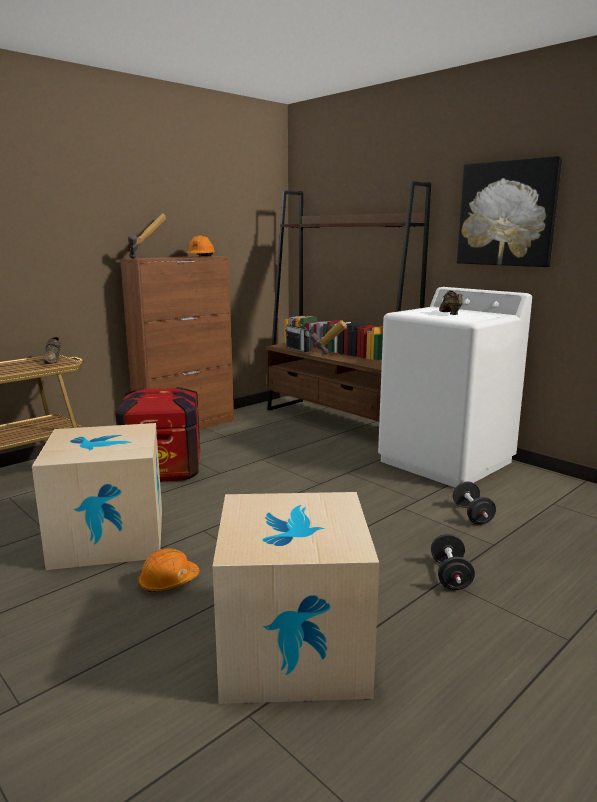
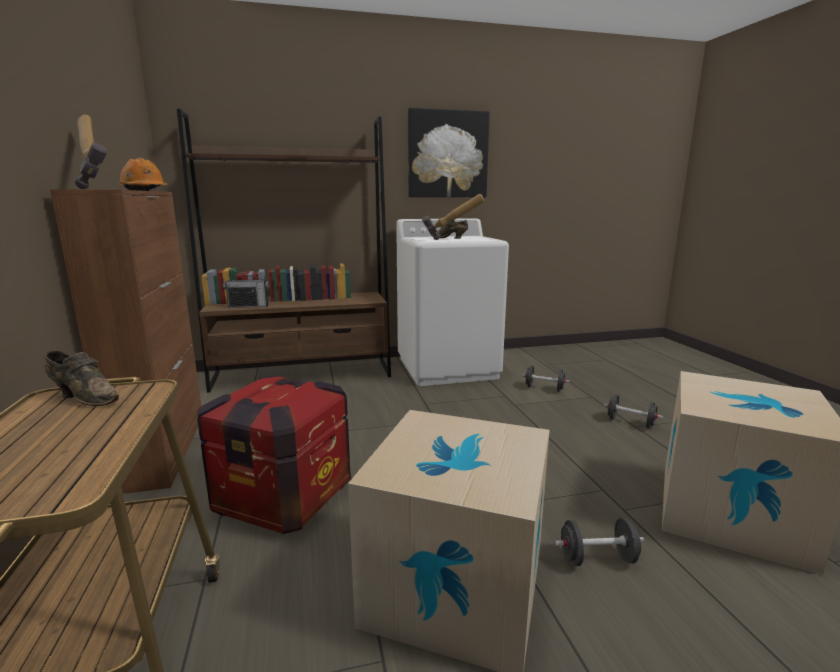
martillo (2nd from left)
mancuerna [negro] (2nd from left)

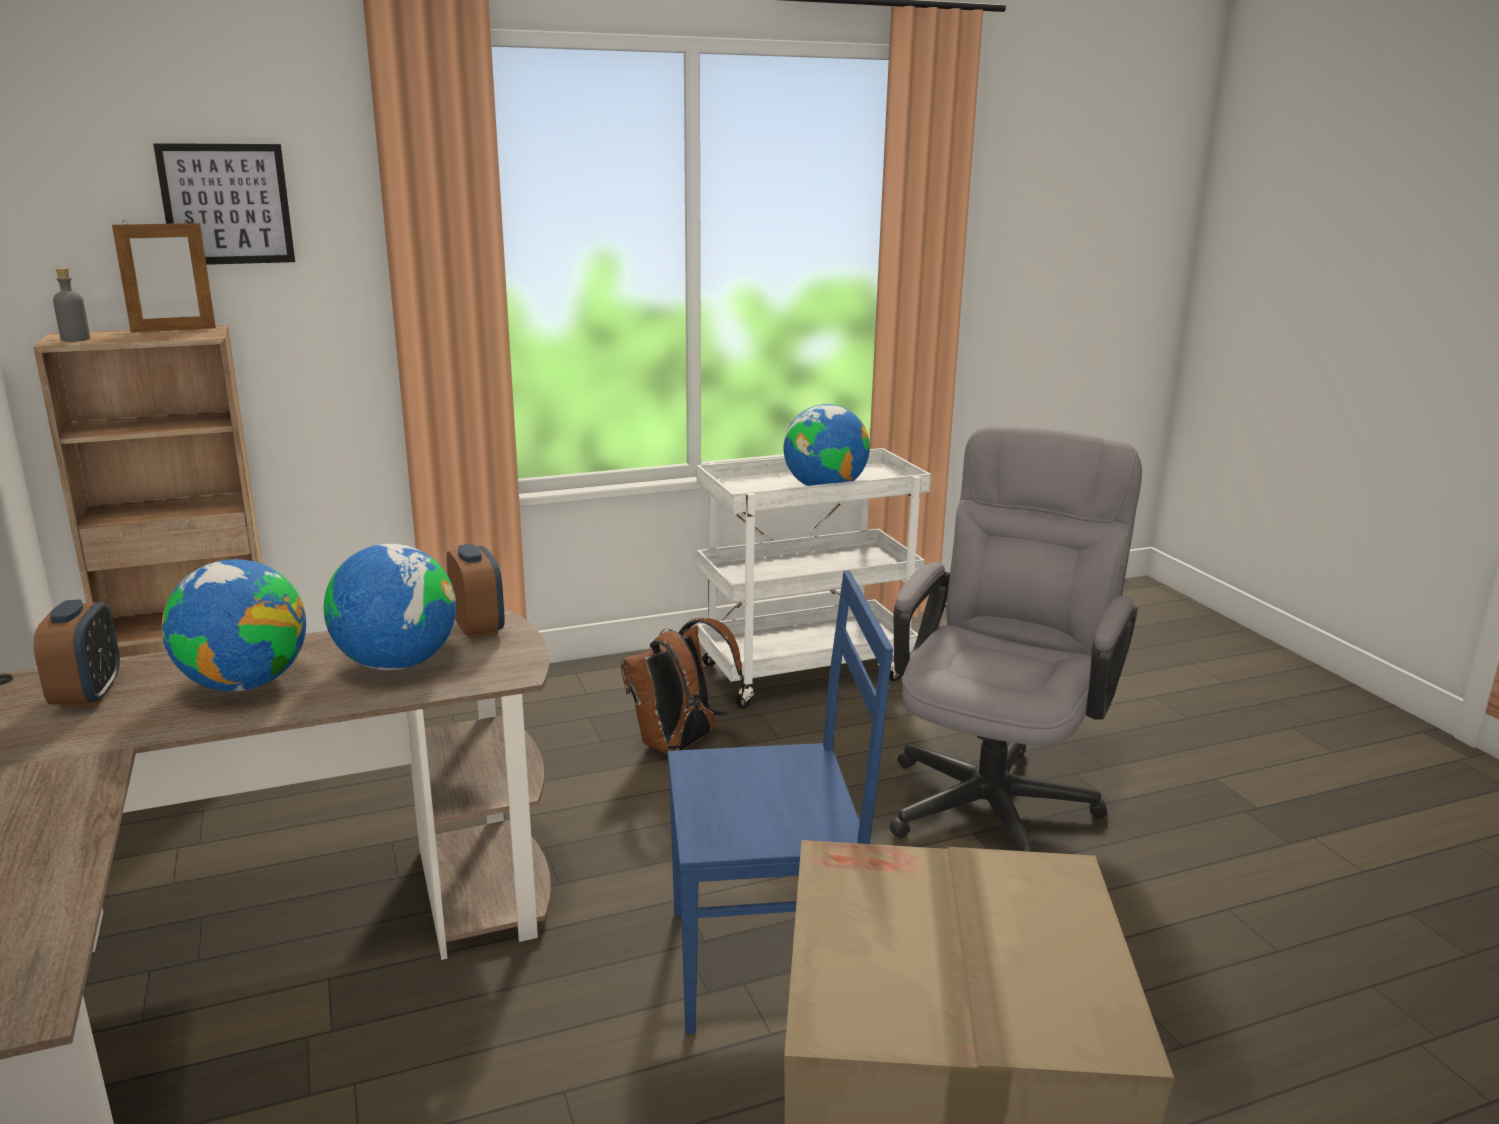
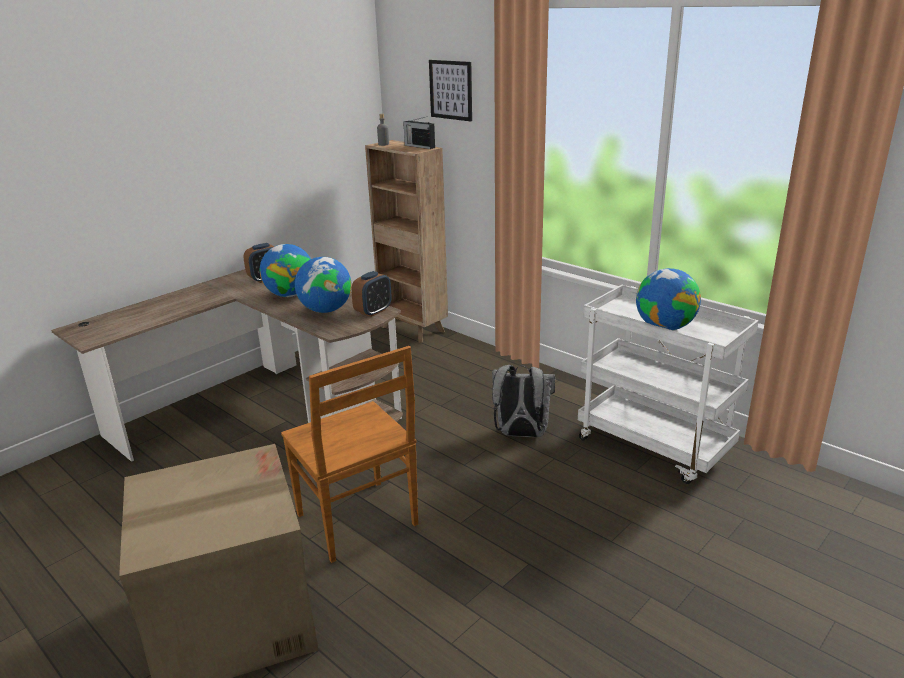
silla [marrón]
radio
mochila [gris]
silla de oficina [gris]

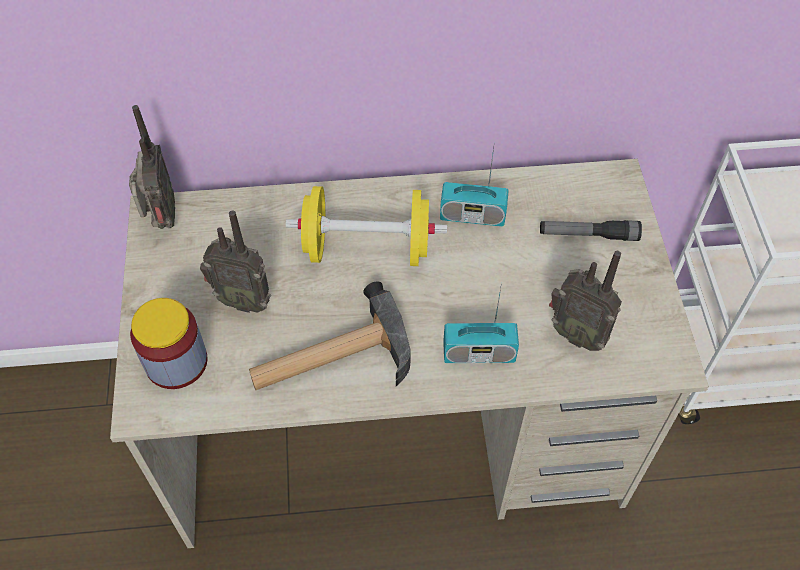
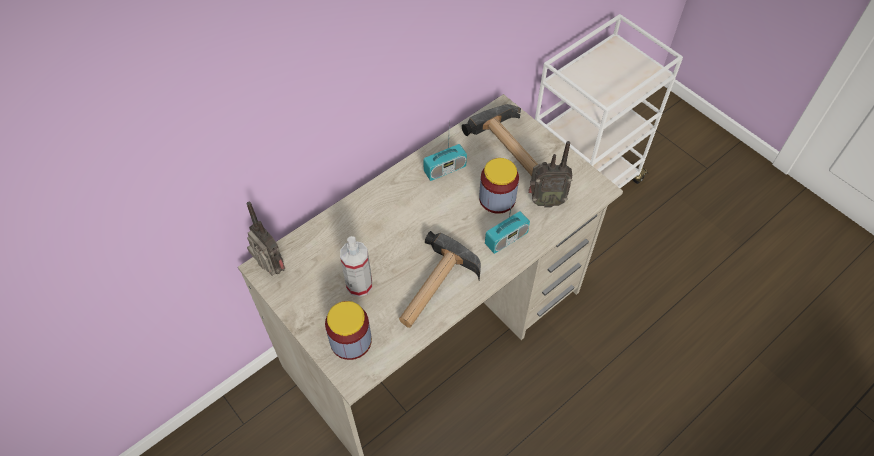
pulverizador
martillo (2nd from left)
tarro (2nd from left)
mancuerna [amarillo]

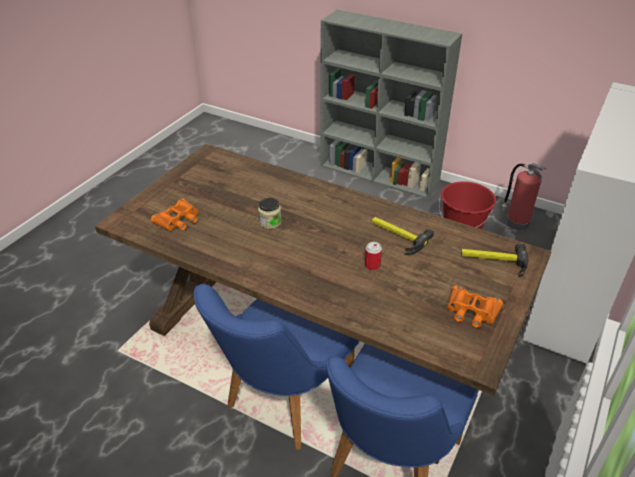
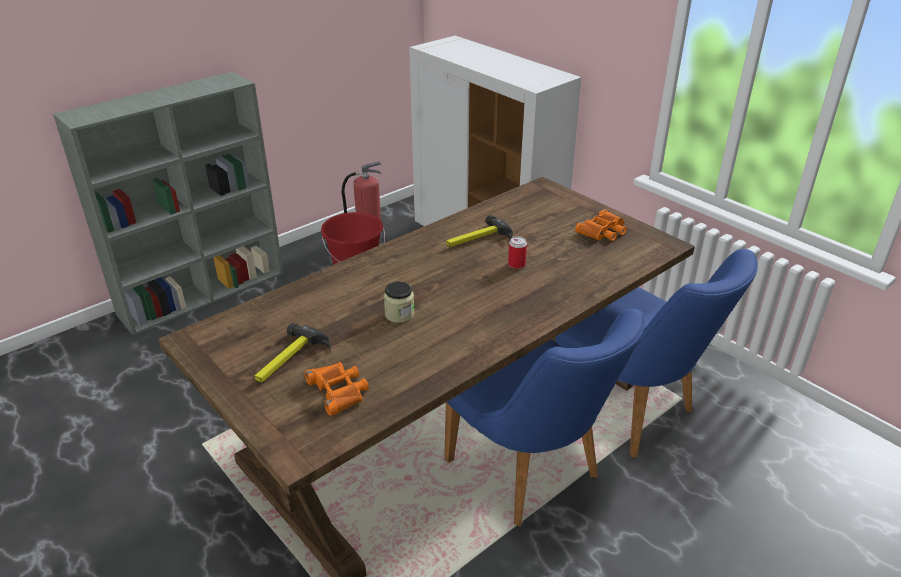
martillo (1st from left)

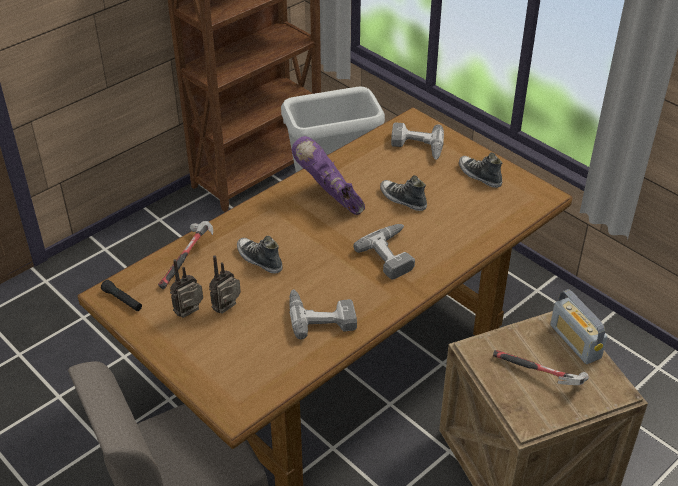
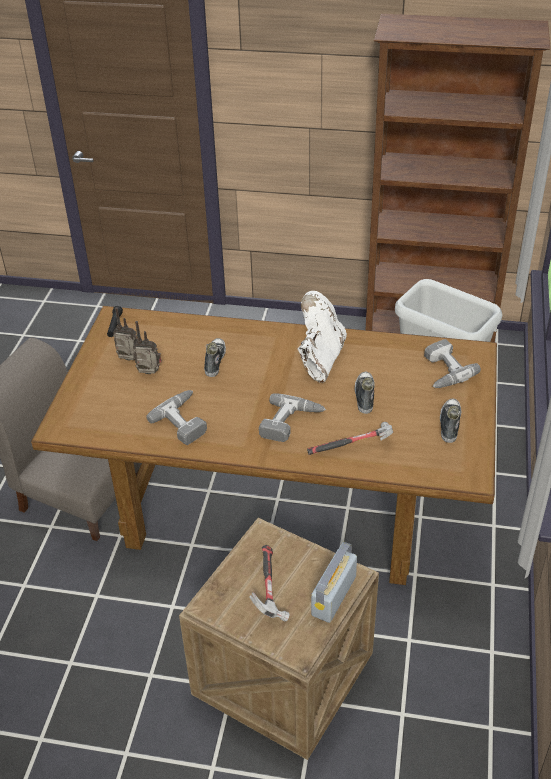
bota [blanco]
martillo (2nd from left)

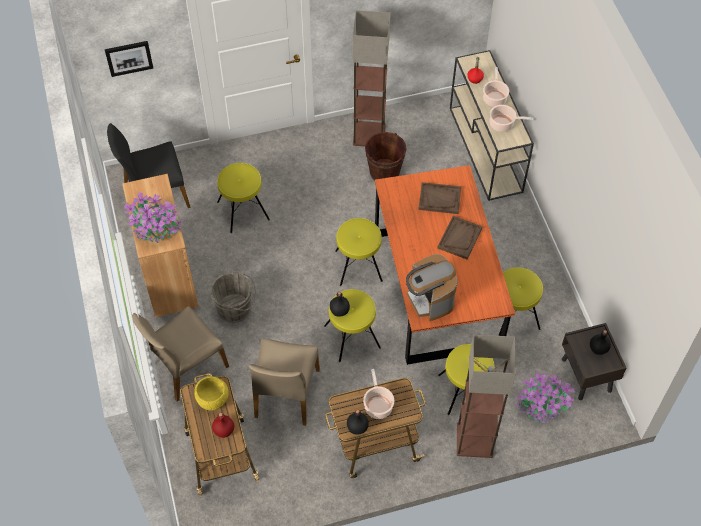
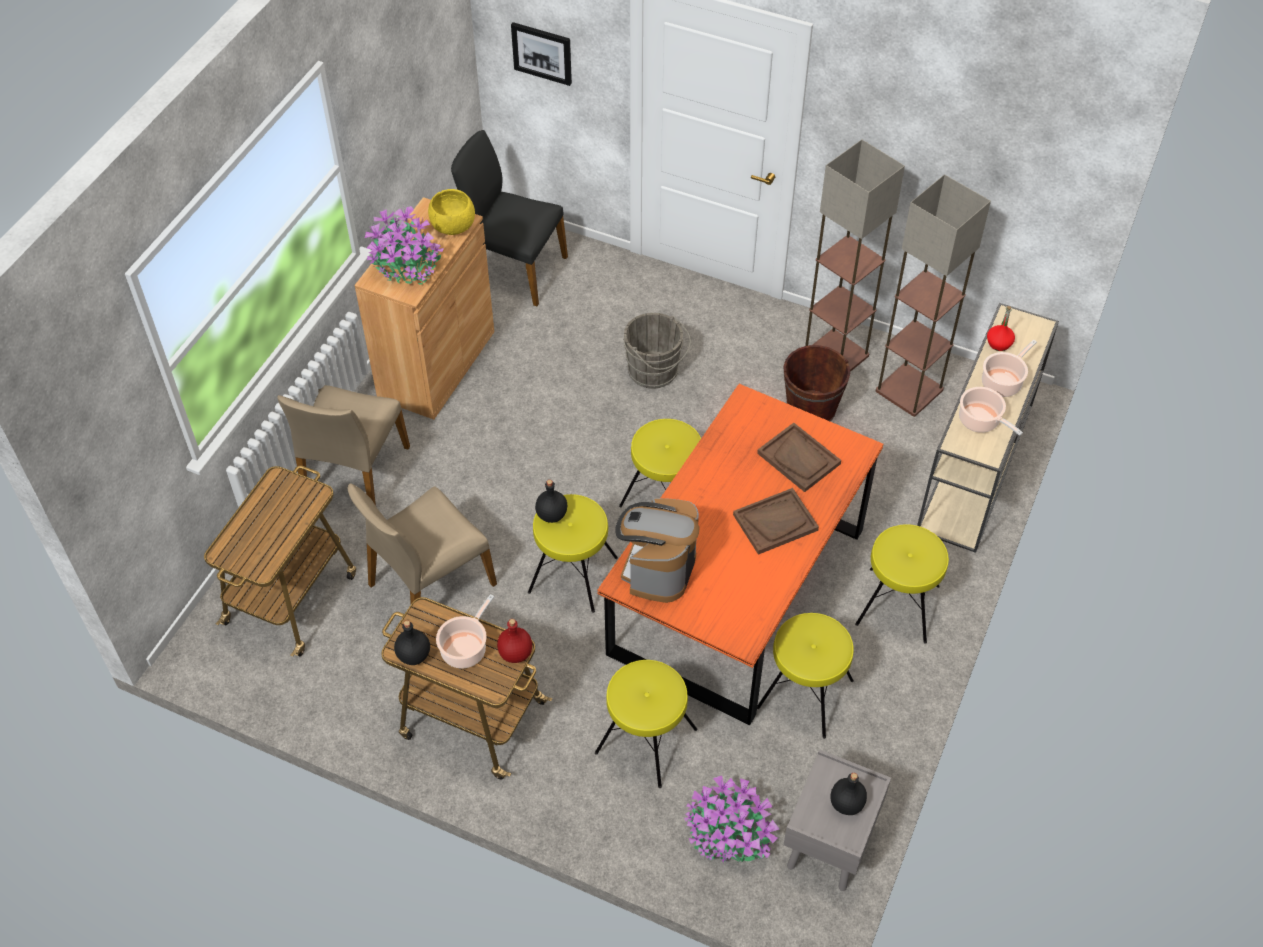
silla [beis] (1st from left)
cuenco [amarillo]
botella [rojo] (1st from left)
cubo [gris]
mesita de noche [gris]
taburete [amarillo] (5th from left)
lámpara de pie (2nd from left)

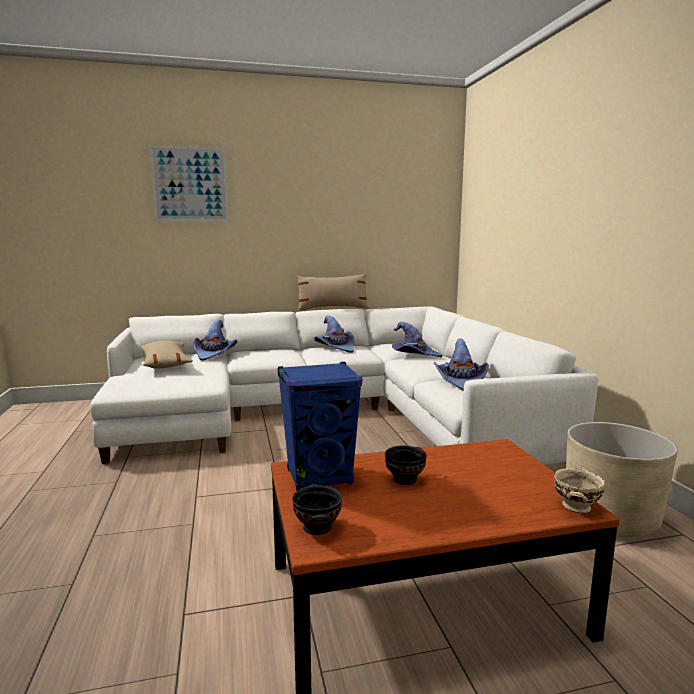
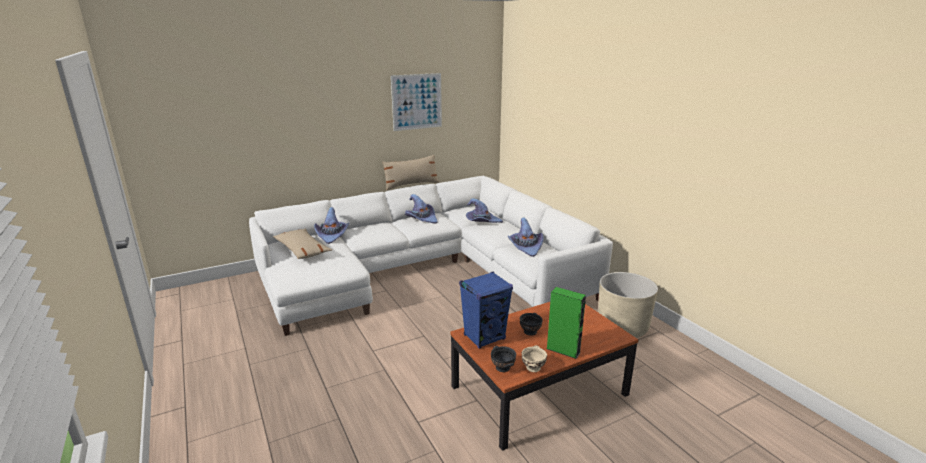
cuadro
cuenco [beis]
altavoz [verde]

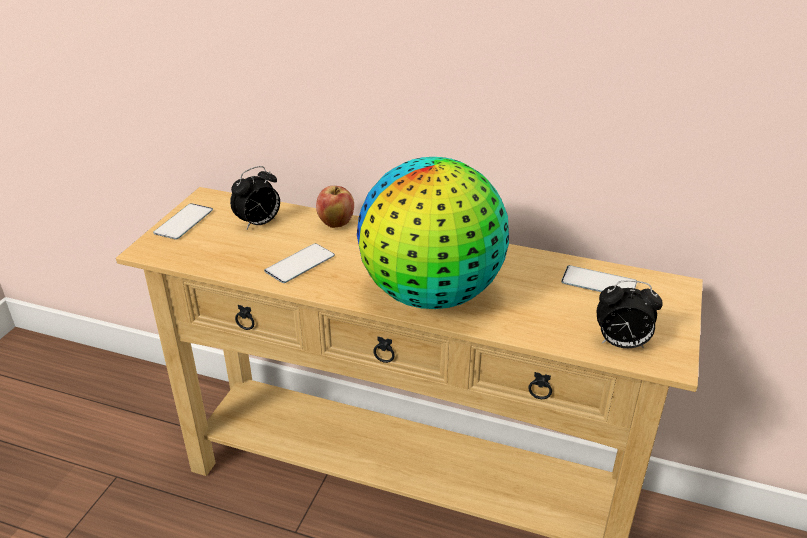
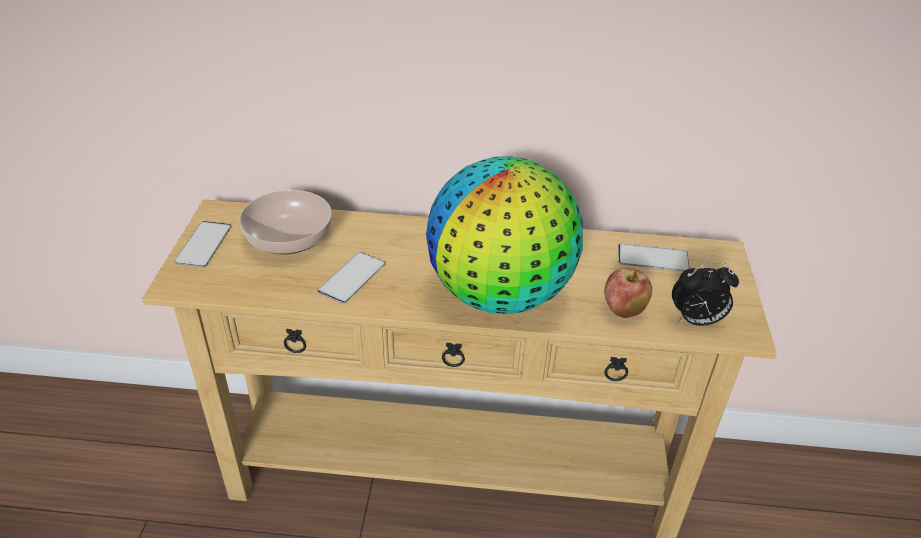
cuenco
manzana

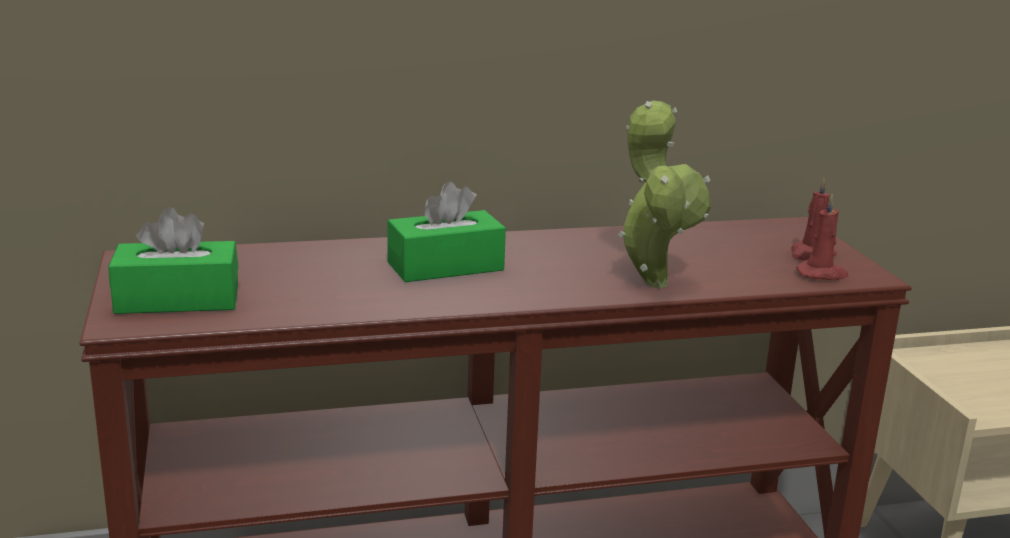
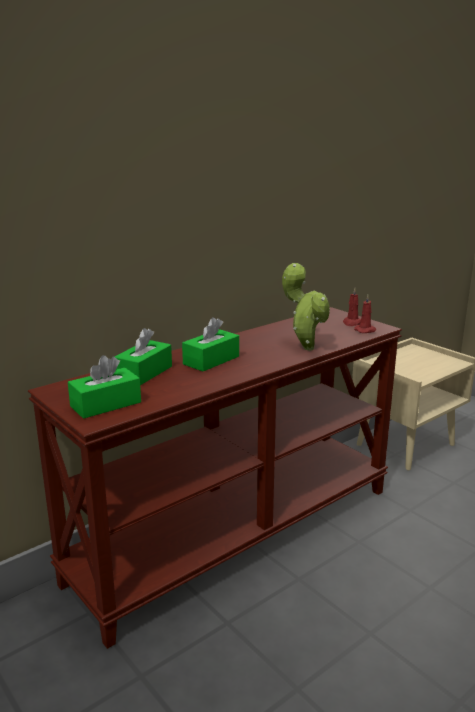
caja de pañuelos [verde] (2nd from left)

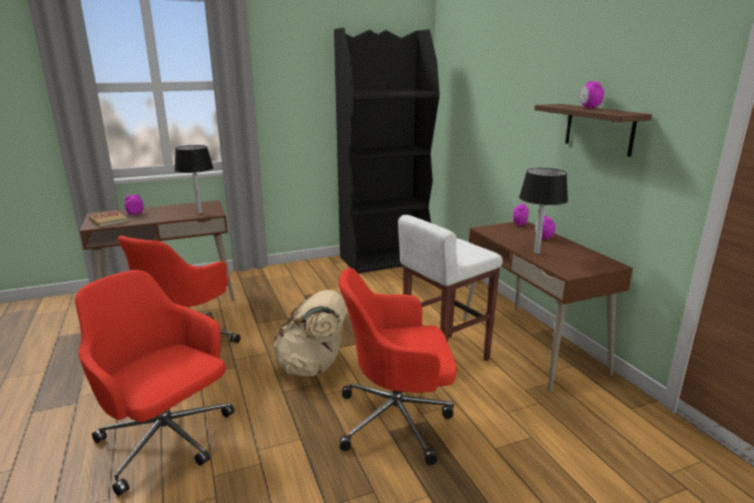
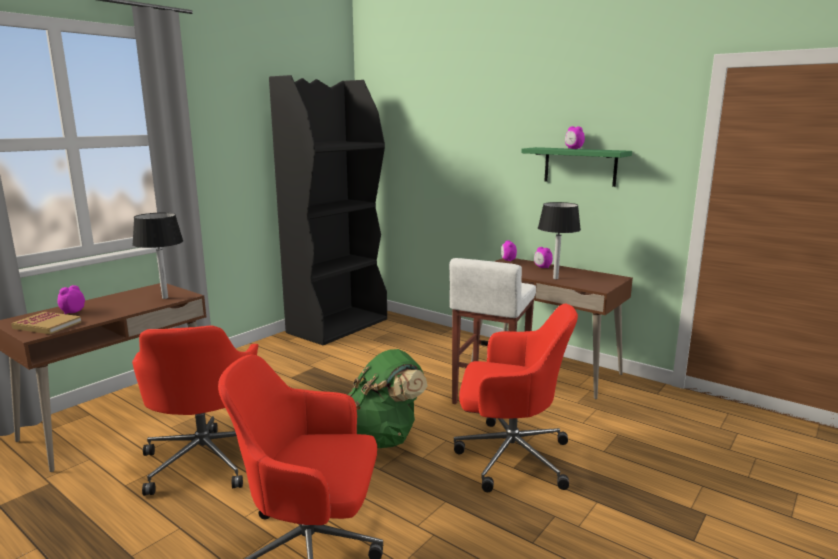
mochila [verde]
silla de oficina [rojo] (3rd from left)
estante [verde]

